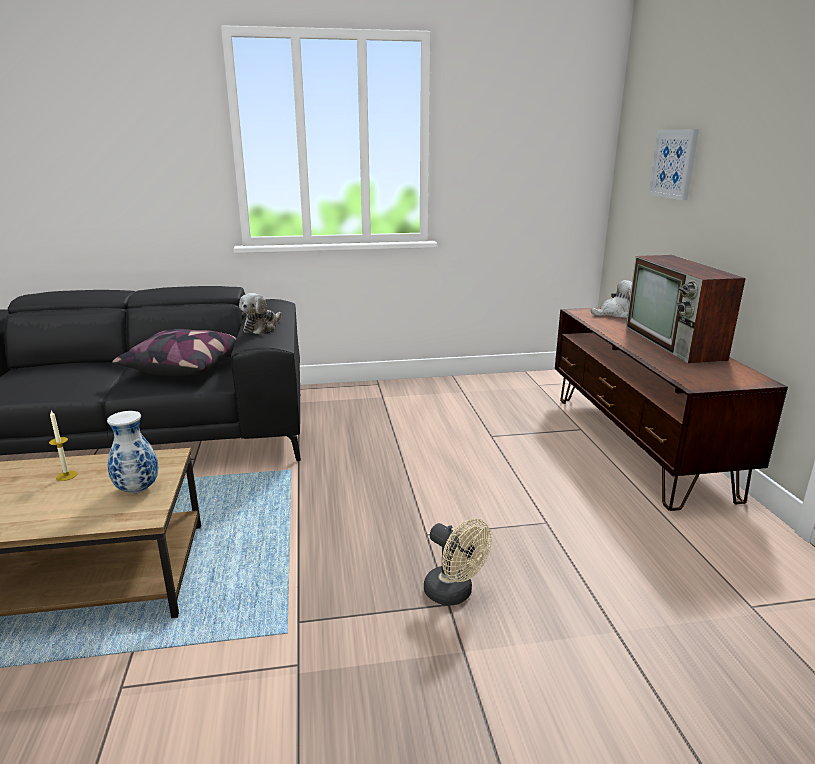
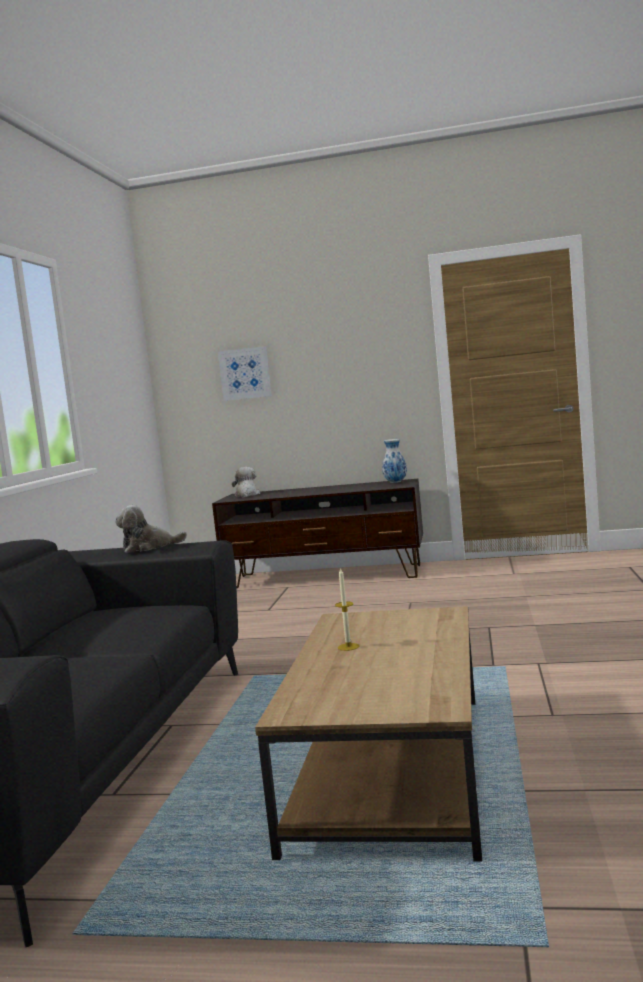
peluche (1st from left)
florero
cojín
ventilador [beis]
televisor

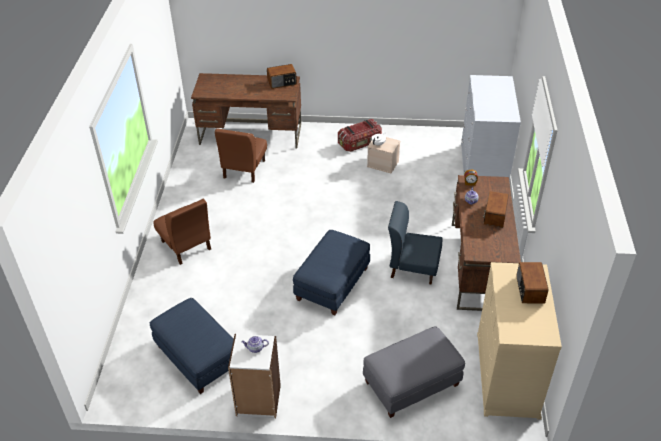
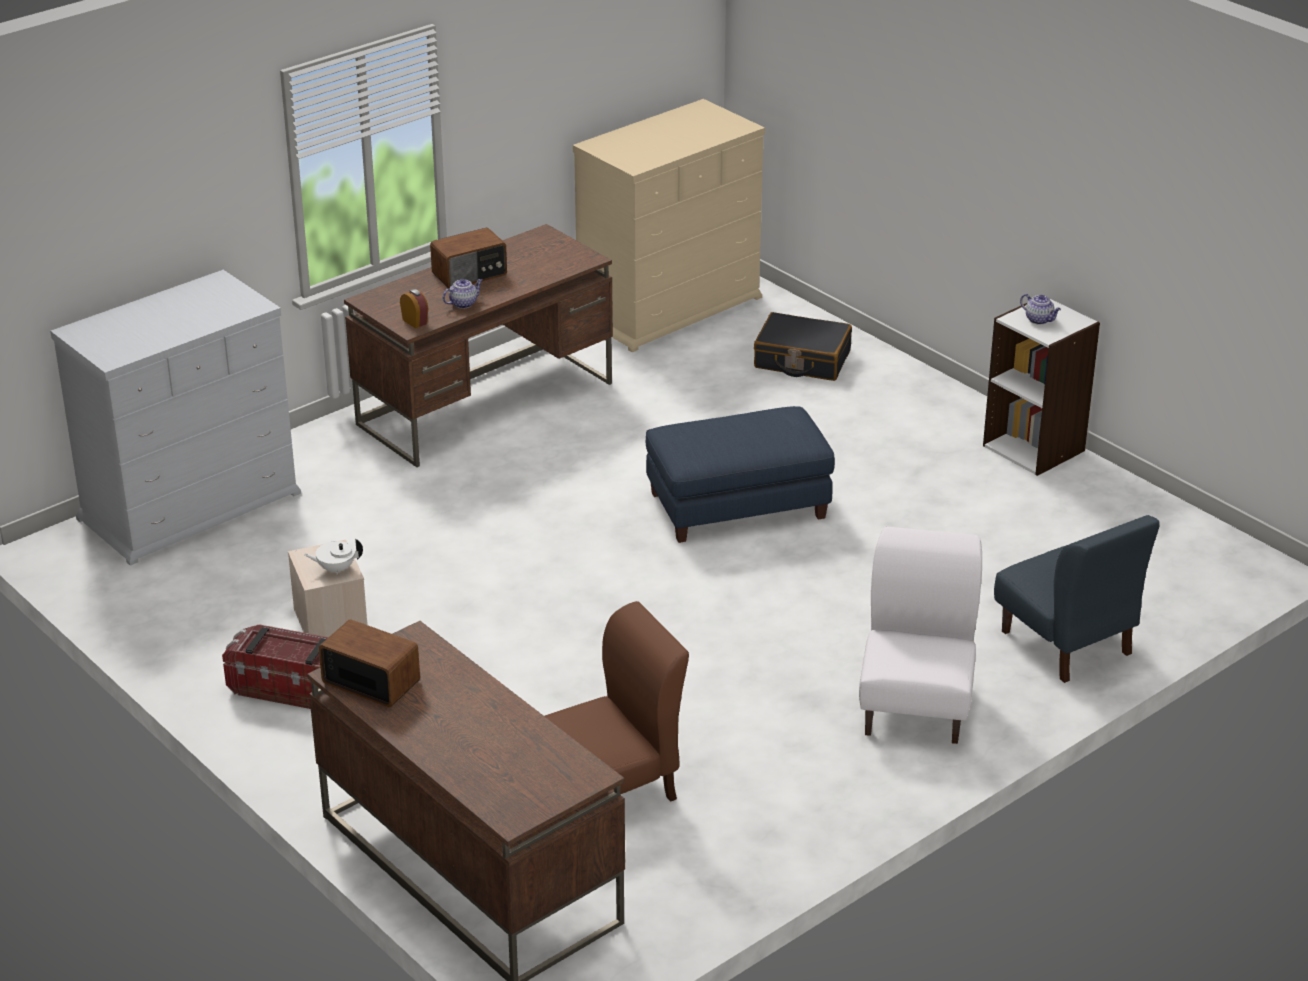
maleta [negro]
silla [blanco]
silla [azul]
puf [azul] (1st from left in the first image)
radio (3rd from left in the first image)

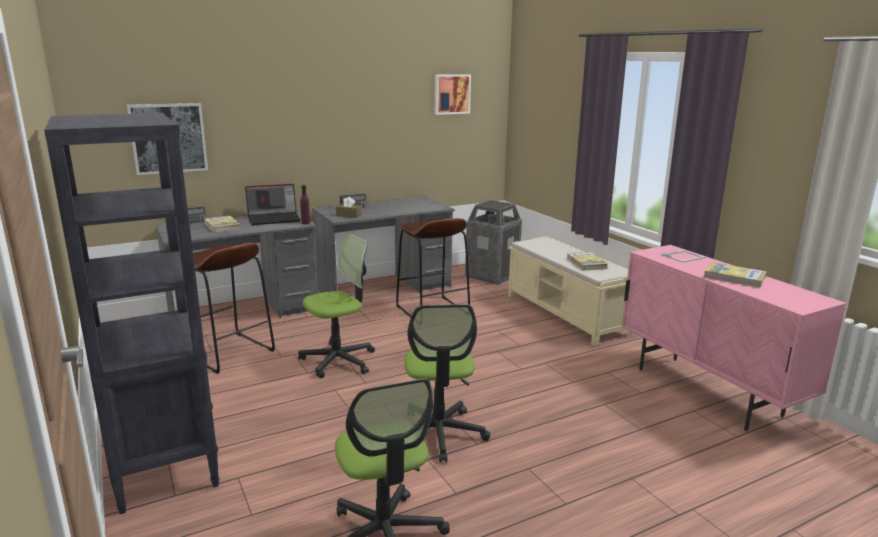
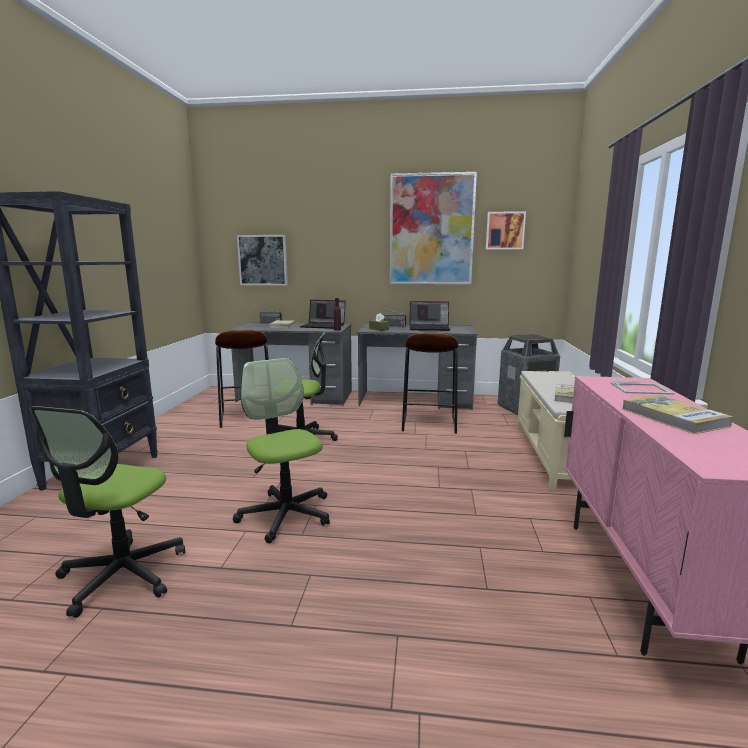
silla de oficina (2nd from left)
cuadro (2nd from left)
portátil (2nd from left)

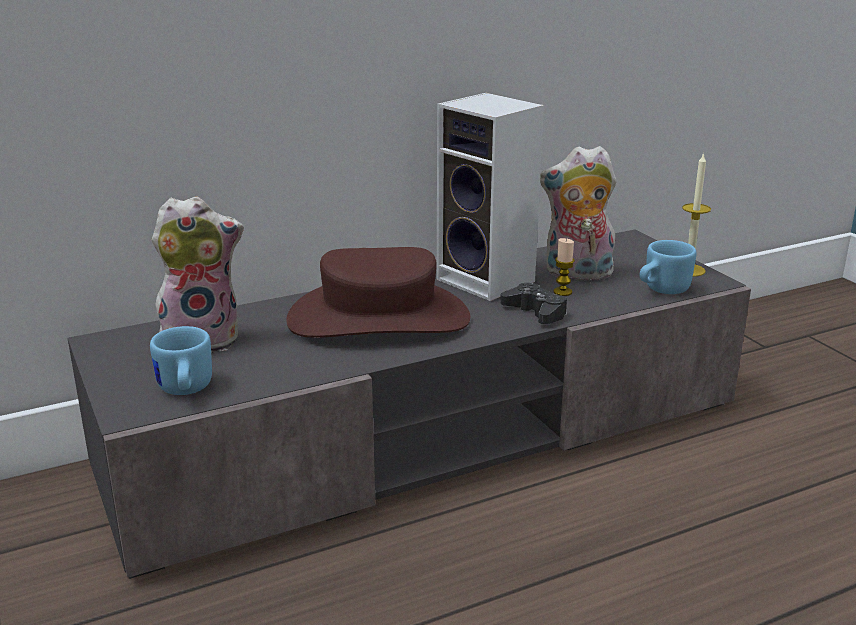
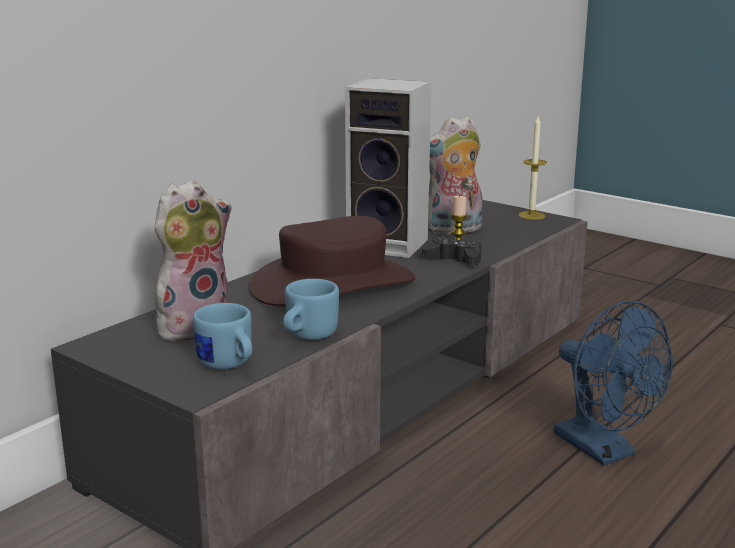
taza grande [azul] (2nd from left)
ventilador [azul]

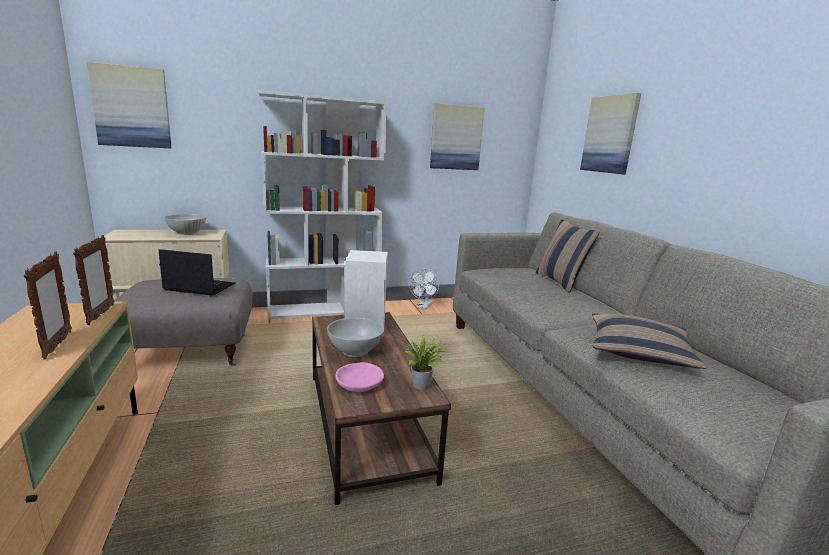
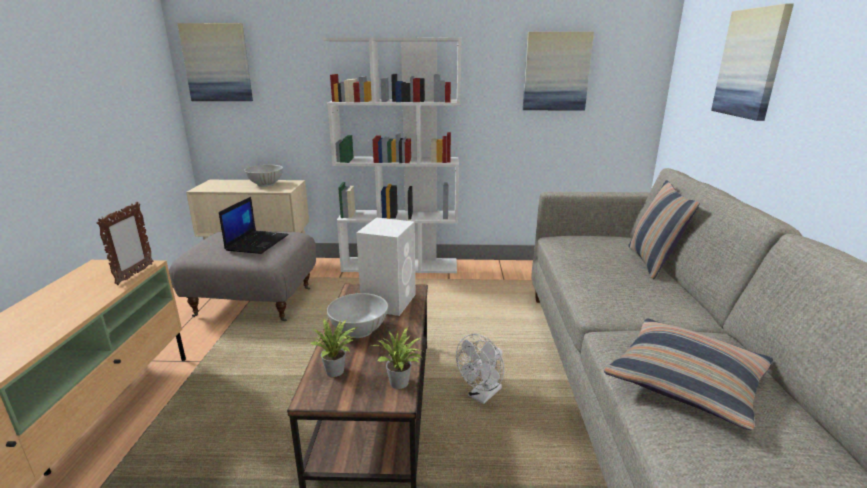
portátil
planta en maceta (1st from left)
ventilador [blanco]
portarretratos (1st from left in the first image)

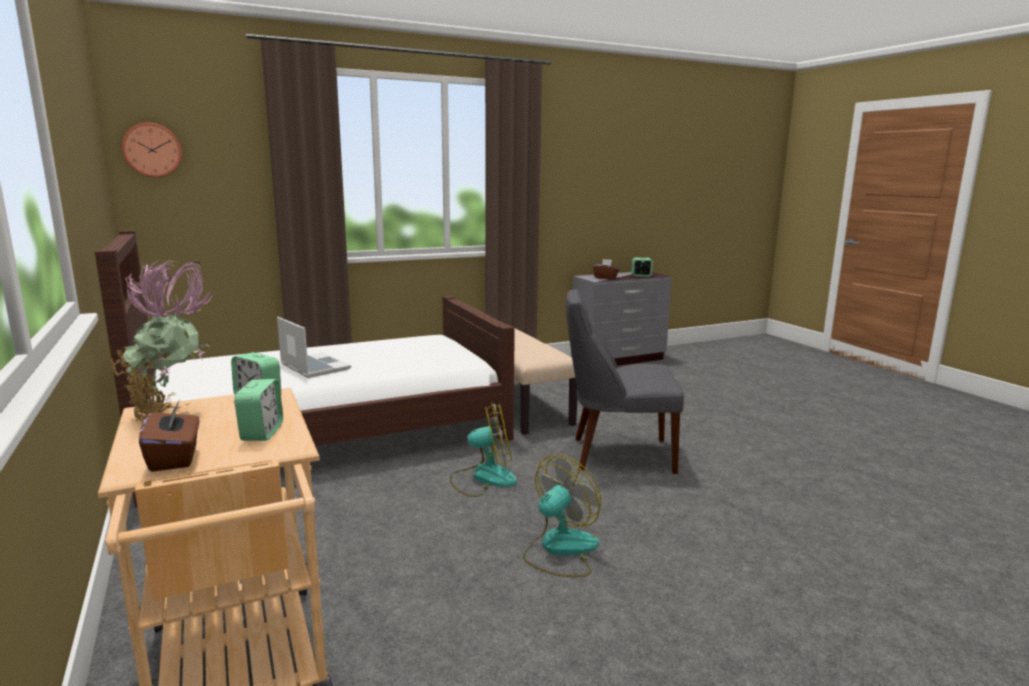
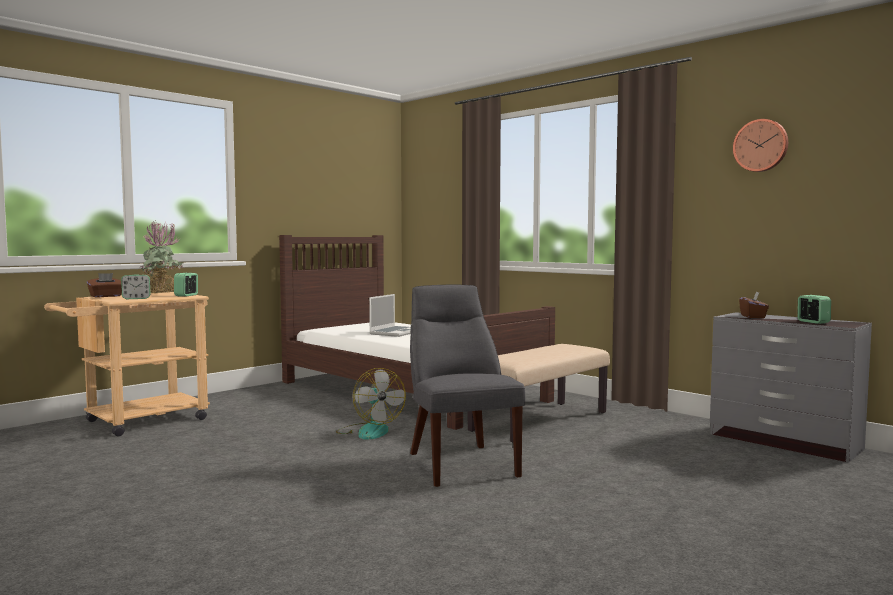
reloj de pared
ventilador (2nd from left in the first image)

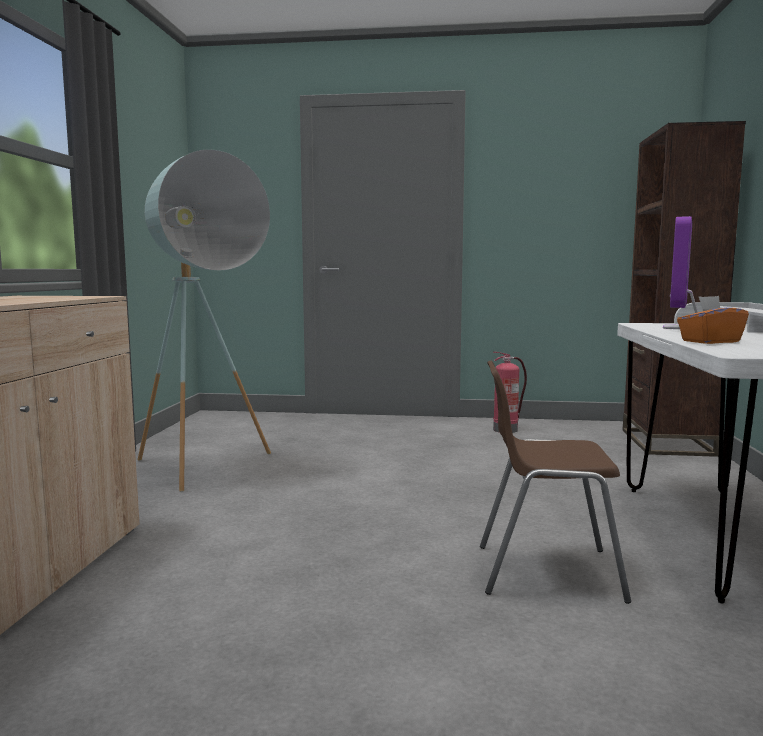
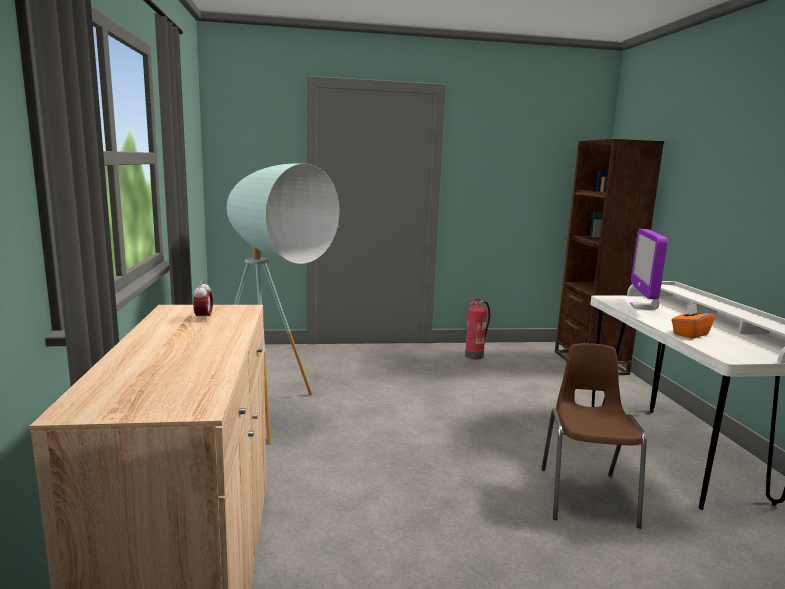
despertador
silla [marrón]

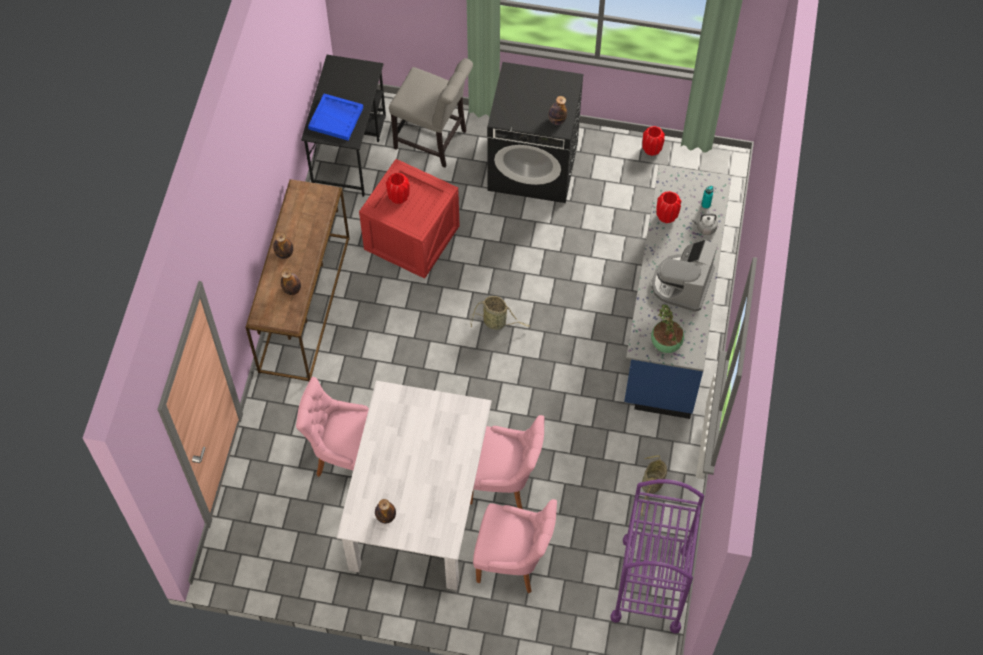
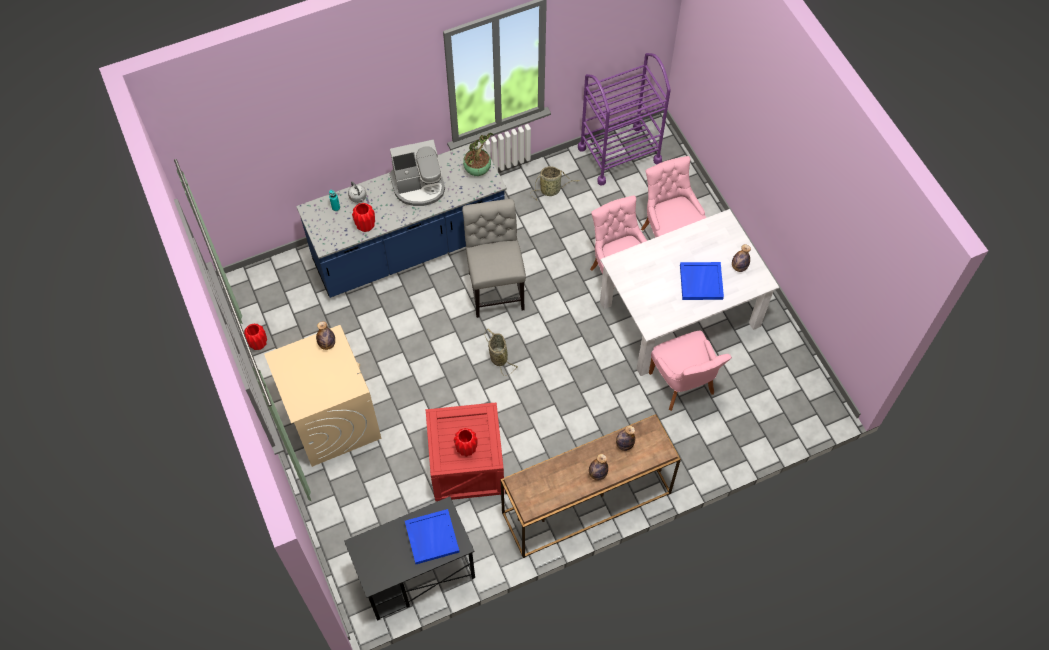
lavadora [beis]
silla [gris]
bandeja [azul] (2nd from left)

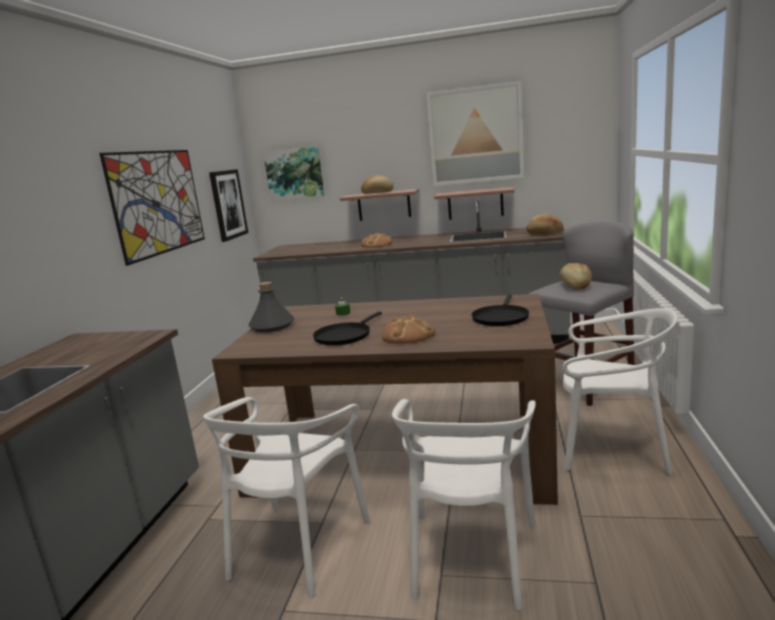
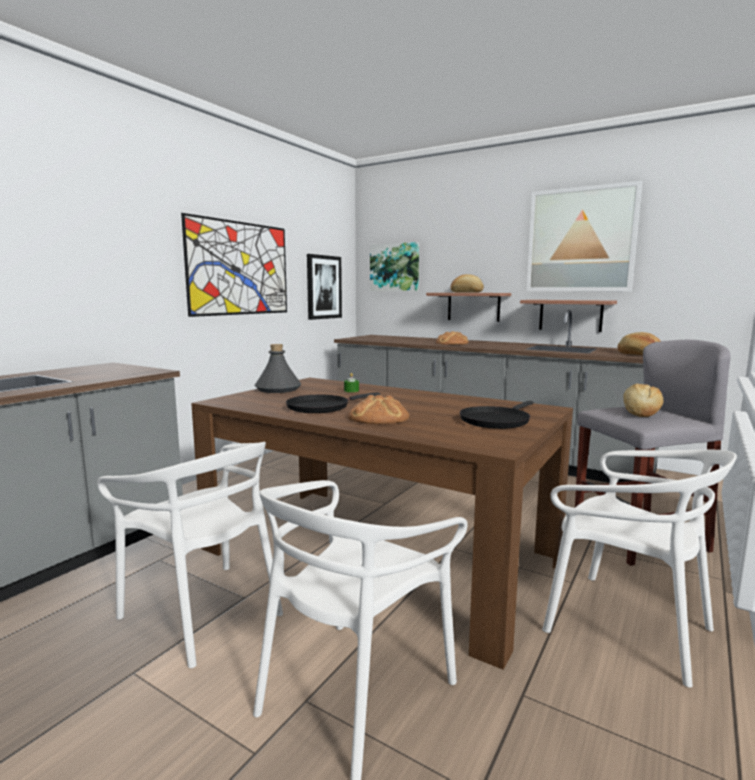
silla [blanco] (1st from left)

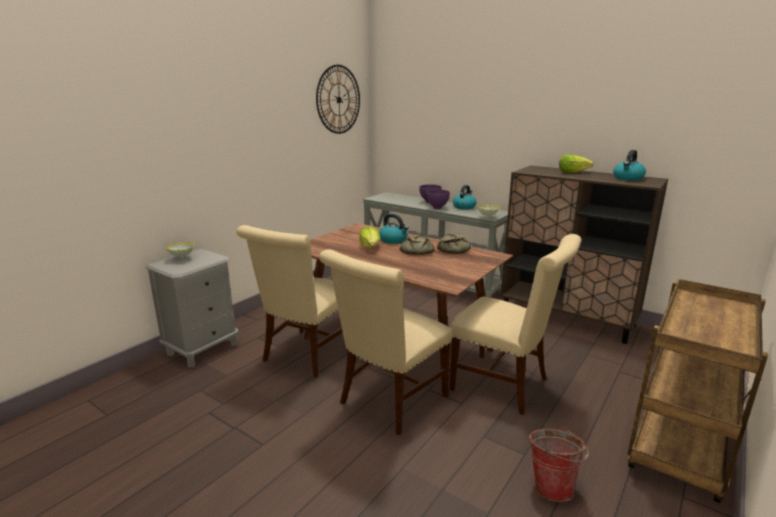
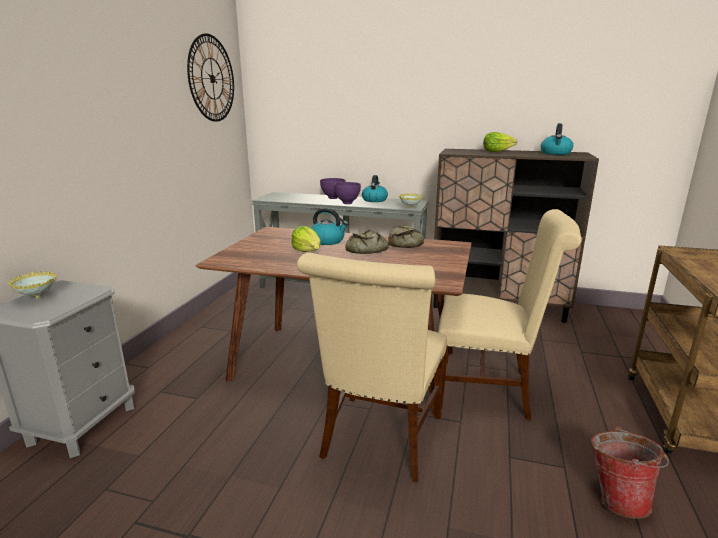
silla [beis] (1st from left in the first image)

